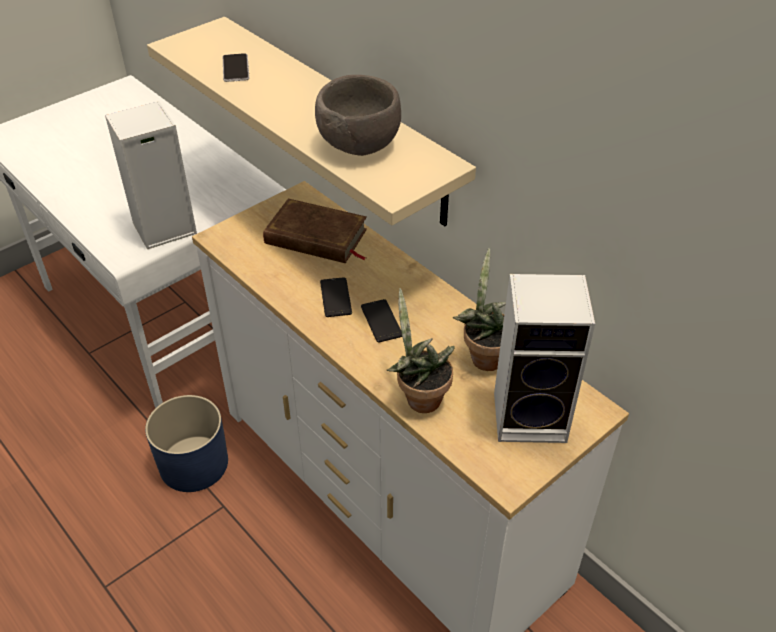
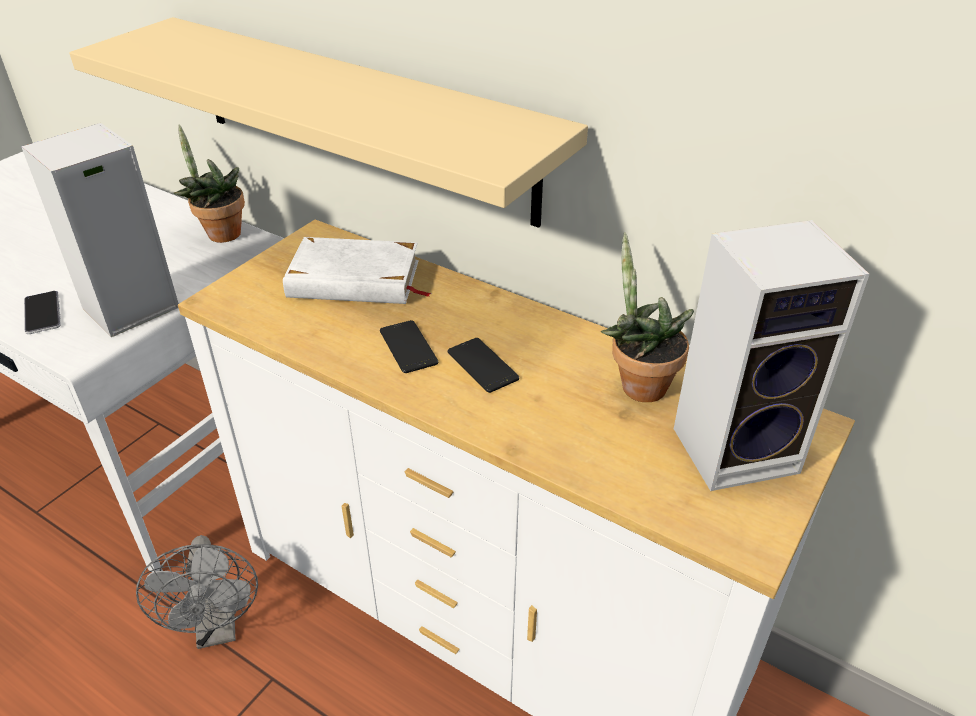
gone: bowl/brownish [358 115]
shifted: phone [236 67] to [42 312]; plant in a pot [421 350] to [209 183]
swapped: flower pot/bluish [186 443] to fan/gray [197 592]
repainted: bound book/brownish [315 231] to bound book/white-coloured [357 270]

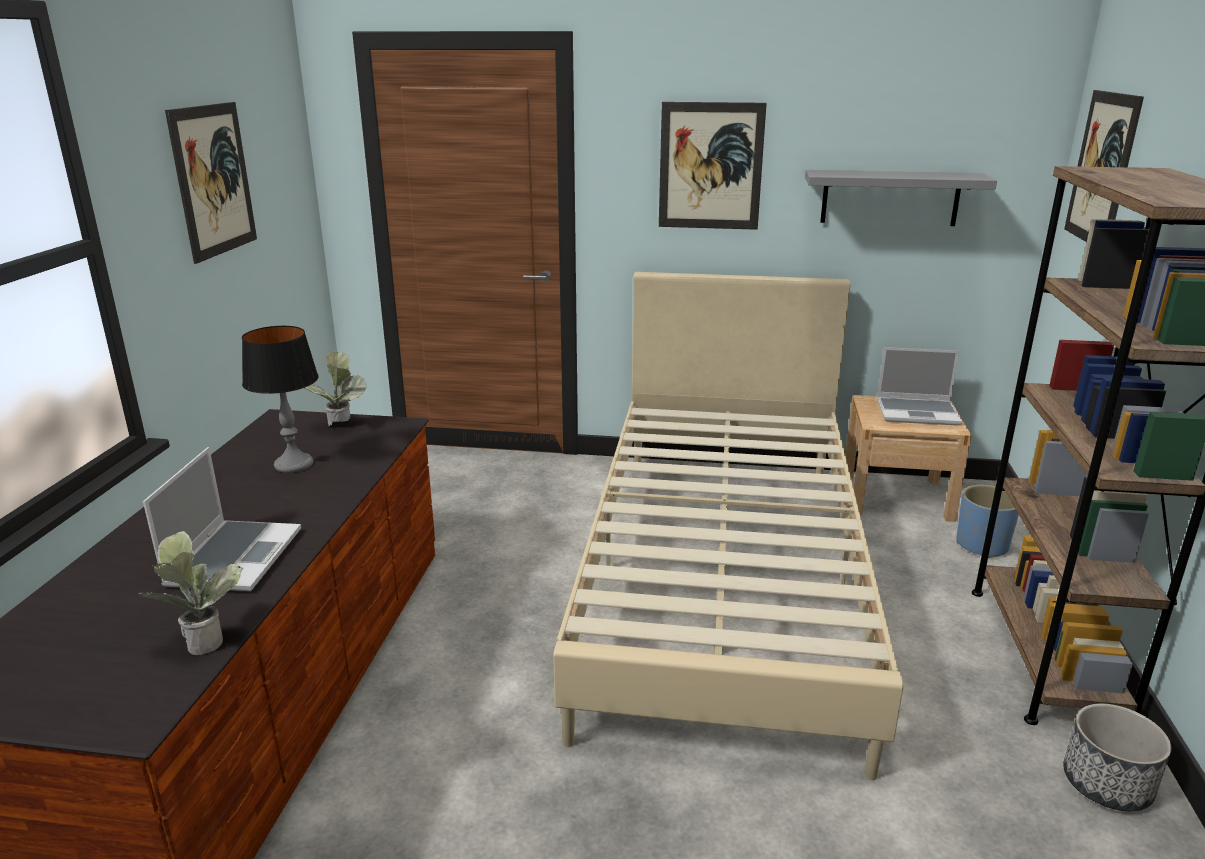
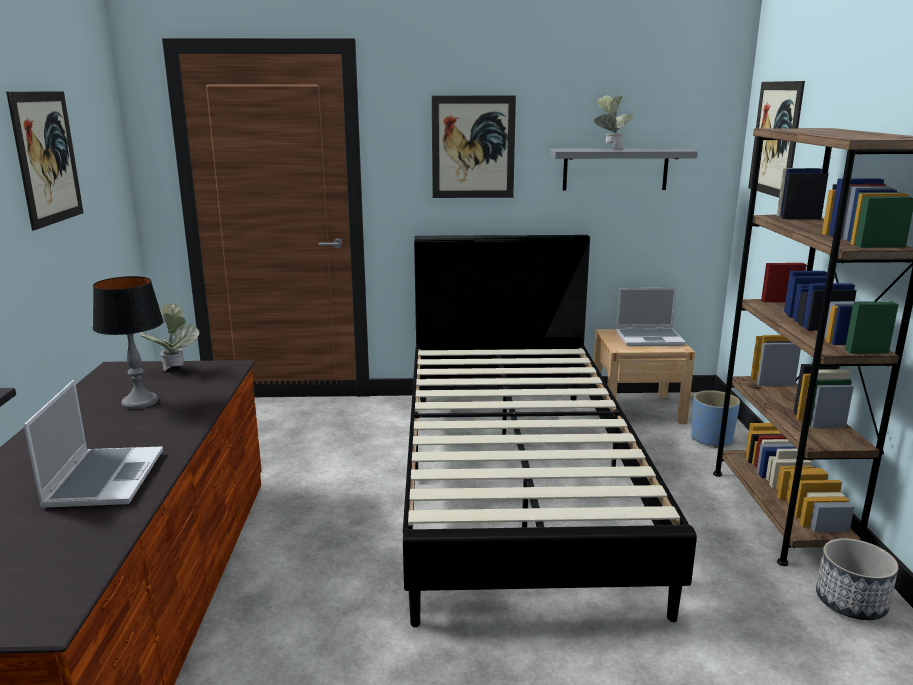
shifted: plant in a pot [191 593] to [614 122]
repainted: sleeping bed/beige-coloured [728 526] to sleeping bed/black-coloured [550 431]

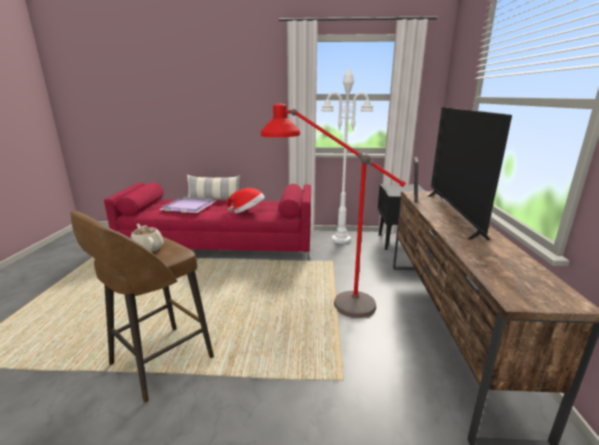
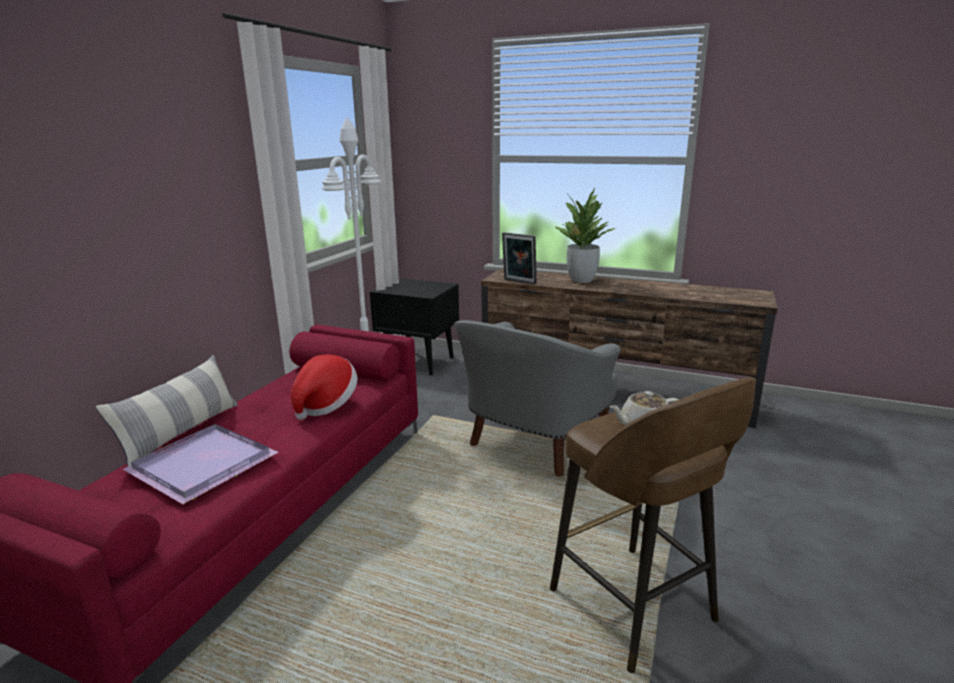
swapped: standing lamp/red-coloured [333 211] to lounge chair/gray [537 398]; TV [469 173] to plant in a pot [586 235]

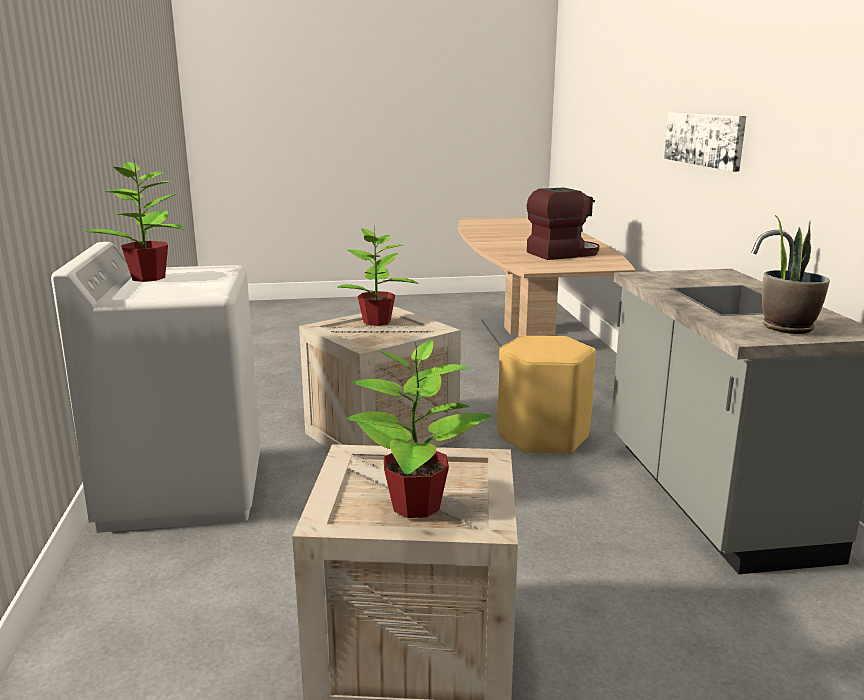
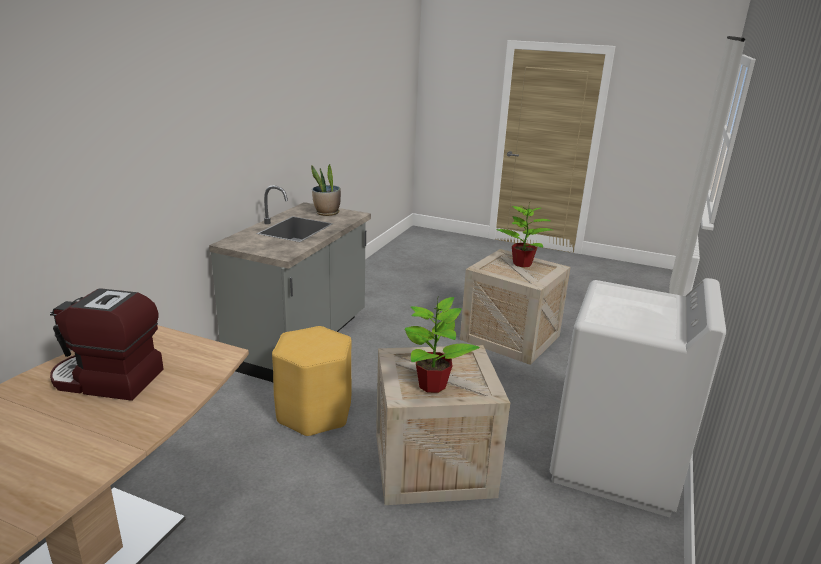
gone: plant in a pot [133 219]; wall art [705 142]

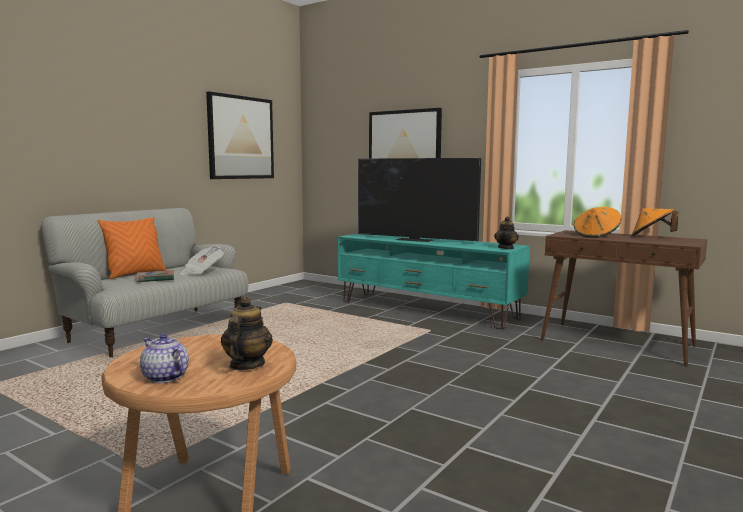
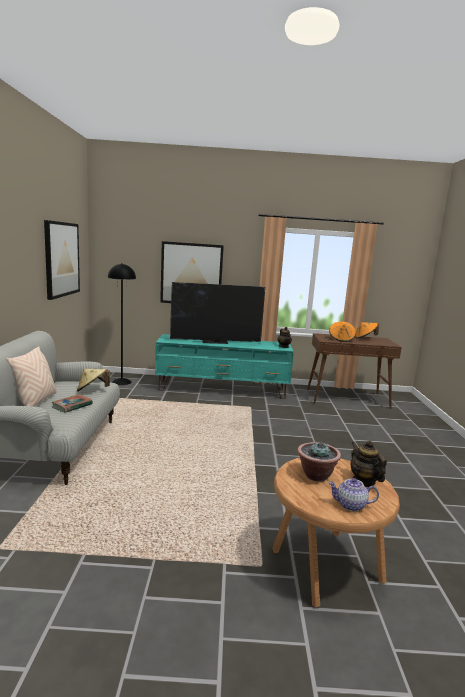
new: standing lamp/black-coloured [122 324]; plant in a pot [319 461]
swapped: printed paper [202 260] to hat/beige-coloured [93 380]
repainted: throw pillow/orange [132 248] to throw pillow/beige-coloured [31 376]

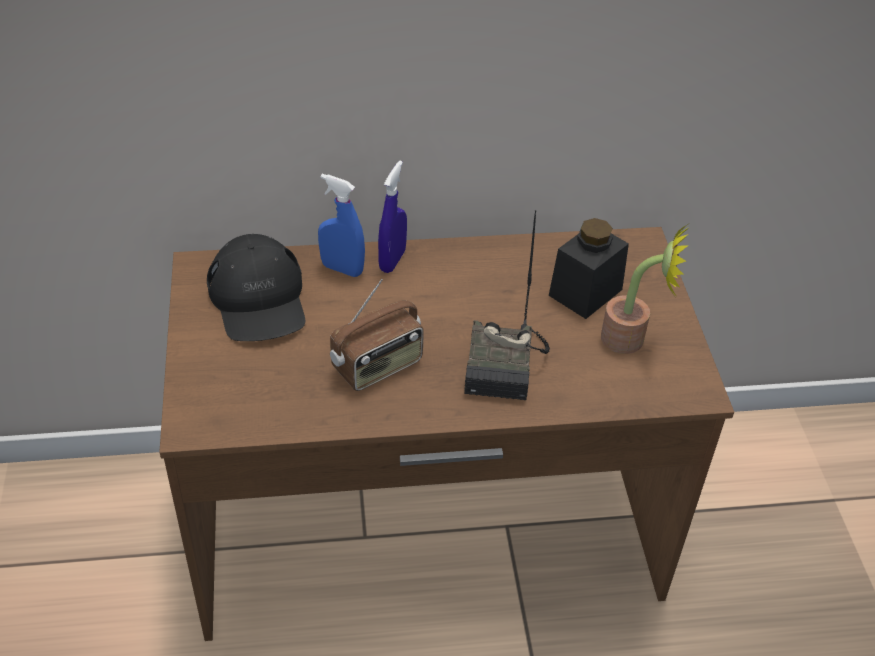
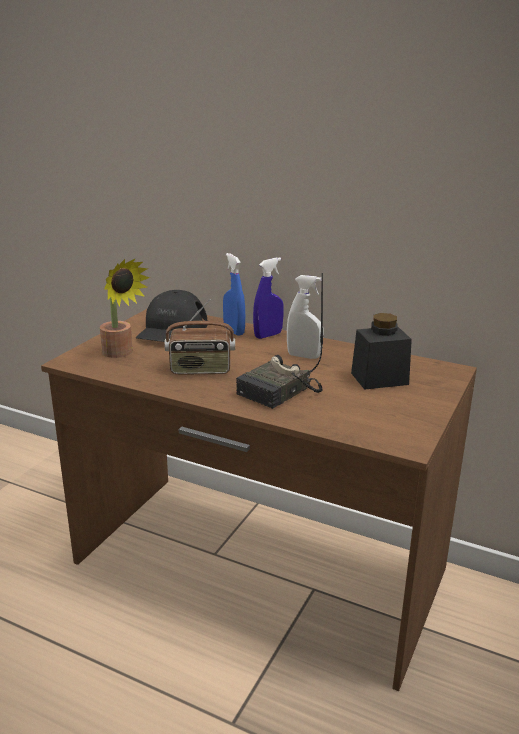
new: sprayer/white-coloured [305 317]
shifted: plant in a pot [645 289] to [125 308]

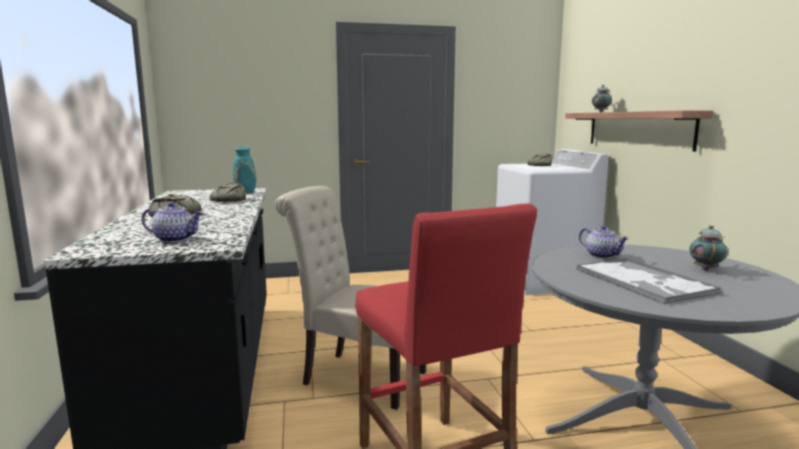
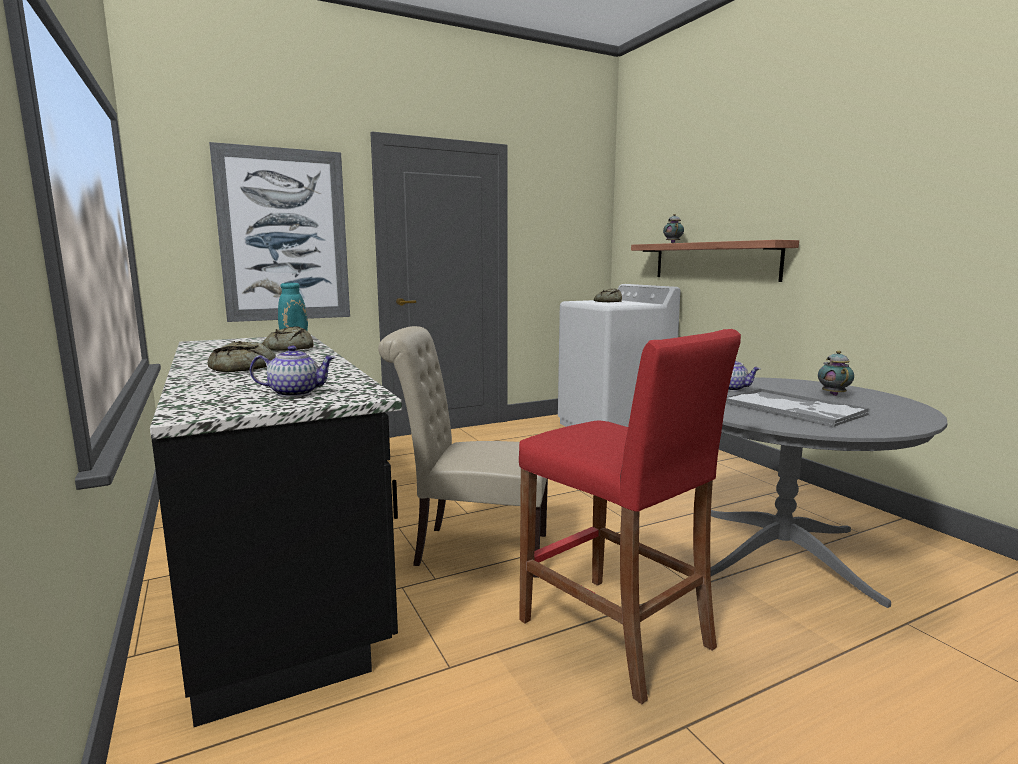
new: wall art [279 232]

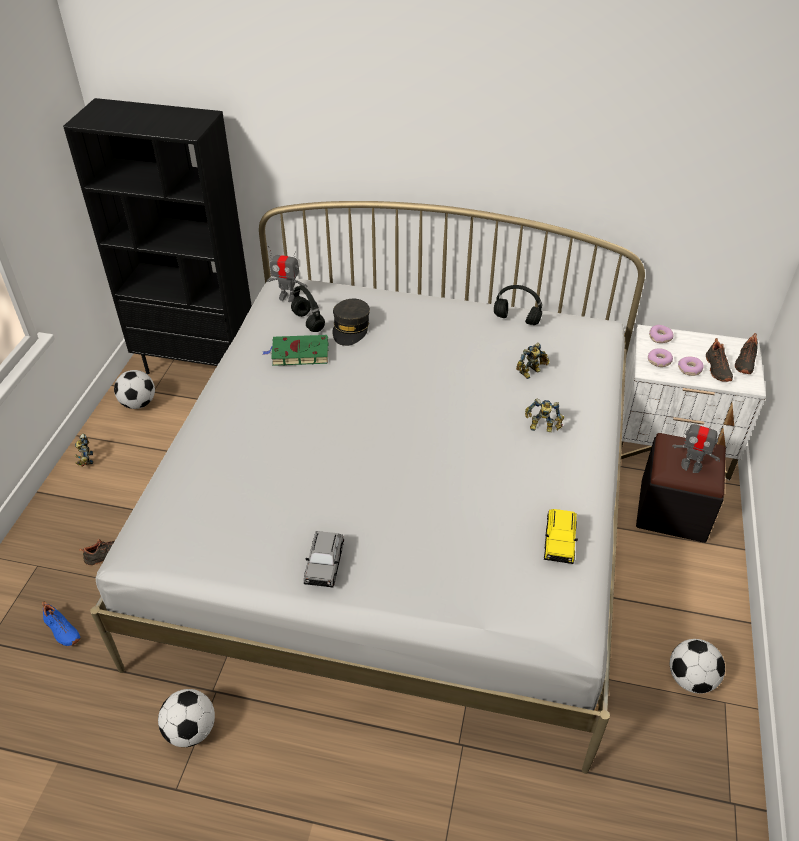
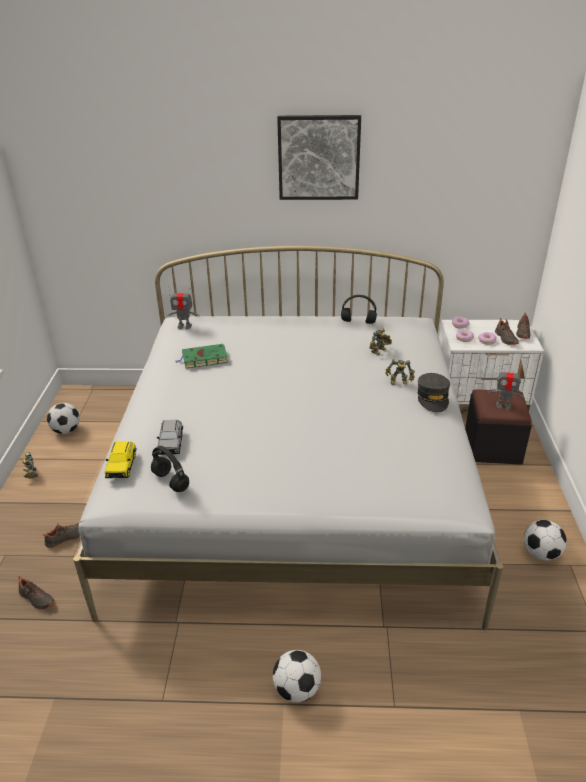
gone: bookcase/black-coloured [157 236]
new: wall art [319 157]
shifted: football ball [186 718] to [297 676]; pair of headphones/black-coloured [308 308] to [170 469]; miniature car/gray [324 559] to [170 437]; baseball cap/gray [351 322] to [433 393]; miniature car/yellow [561 536] to [121 459]
repainted: item of footwear/bluish [61 623] to item of footwear/black-coloured [36 593]

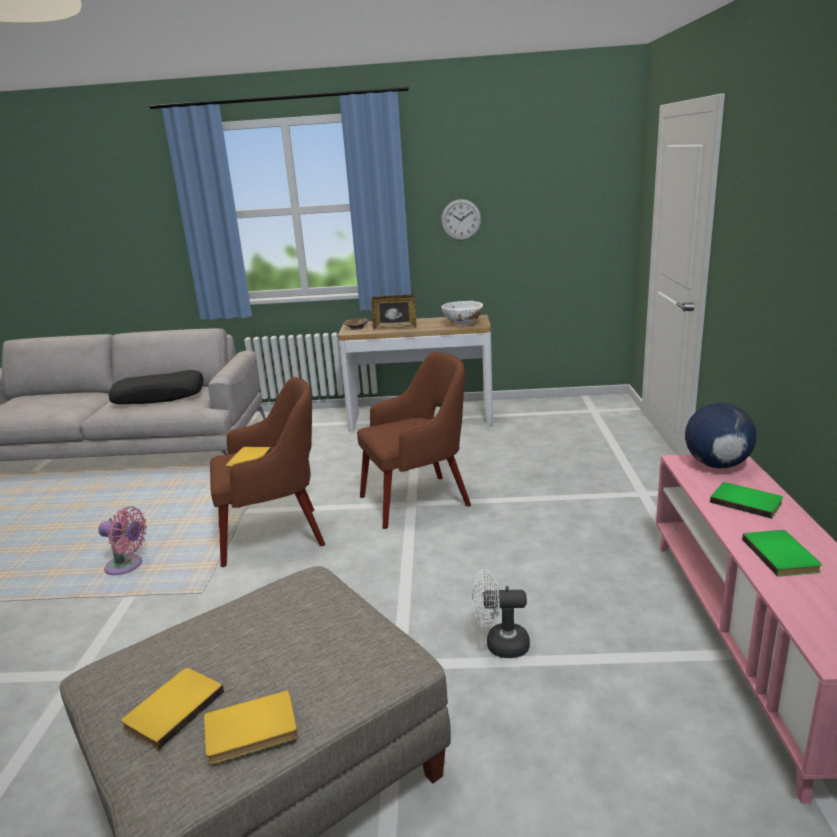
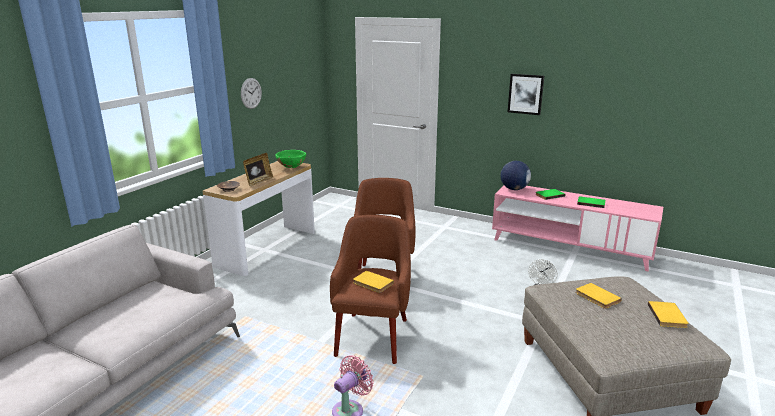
gone: throw pillow/black-coloured [156 387]
new: wall art [526 94]
shifted: bound book/yellow [172 709] to [598 296]
repainted: bowl/white-coloured [462 313] to bowl/green-coloured [290 159]

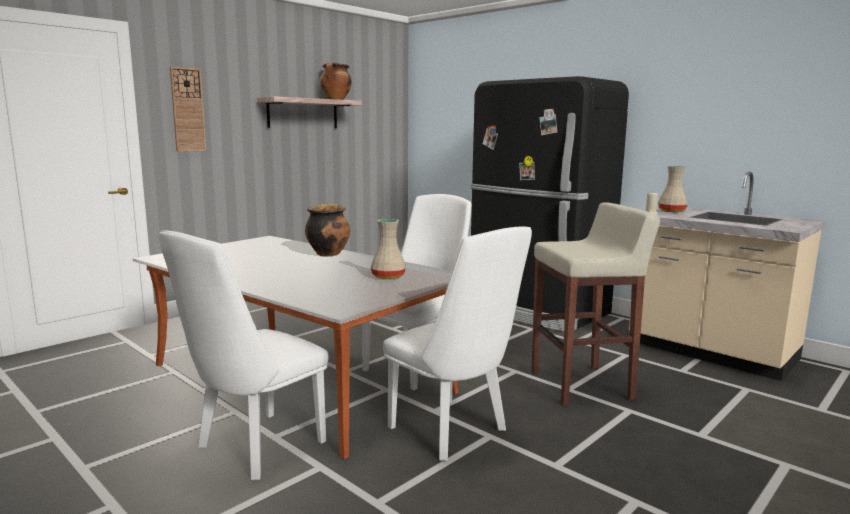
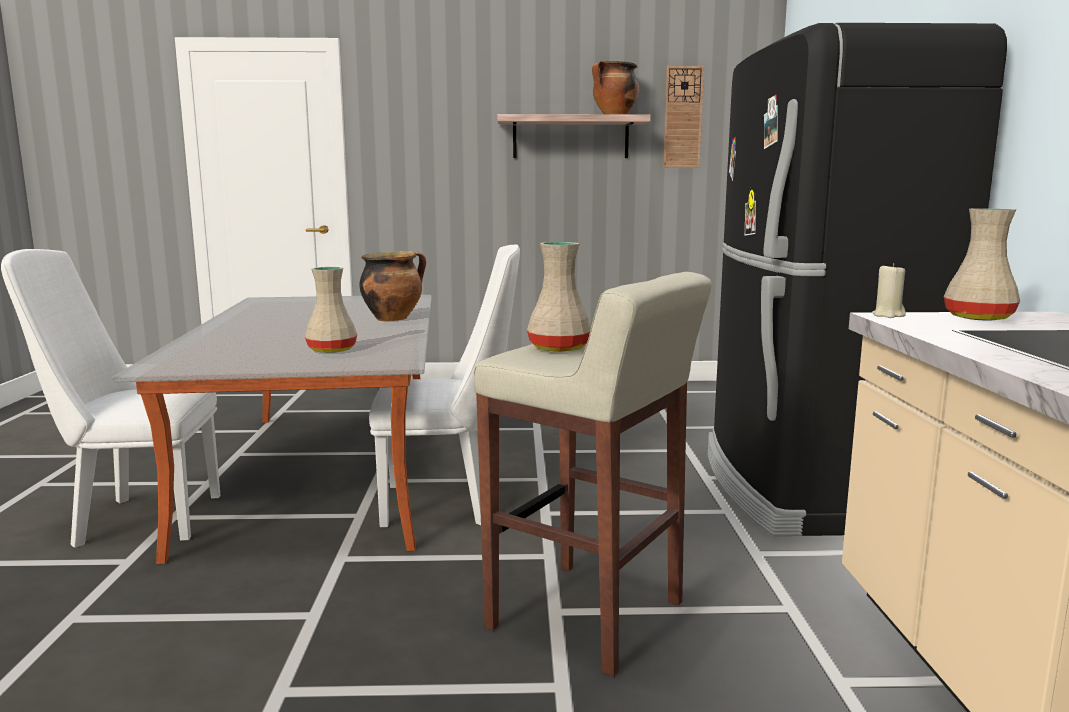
gone: chair/white-coloured [457 344]
new: vase/beige-coloured [559 297]
shifted: hanging clock [188 109] to [683 117]

